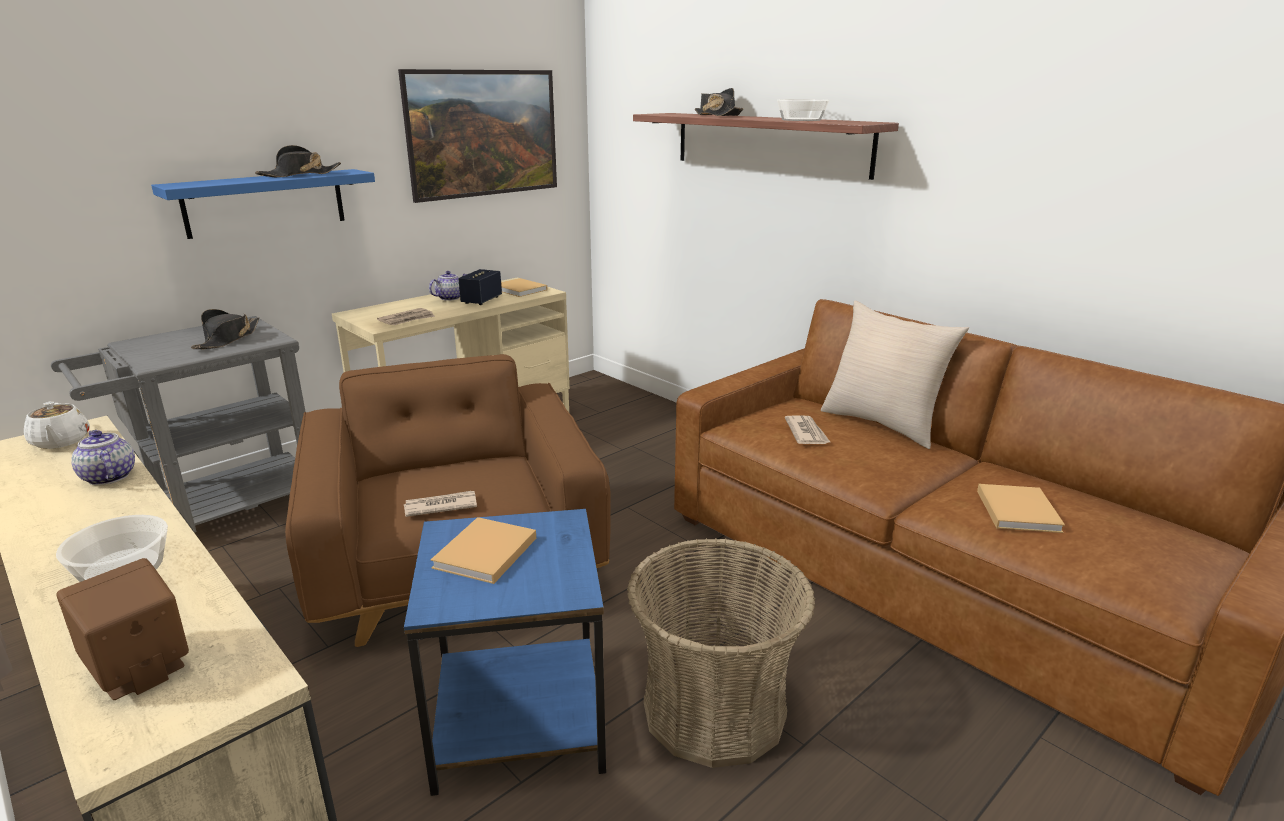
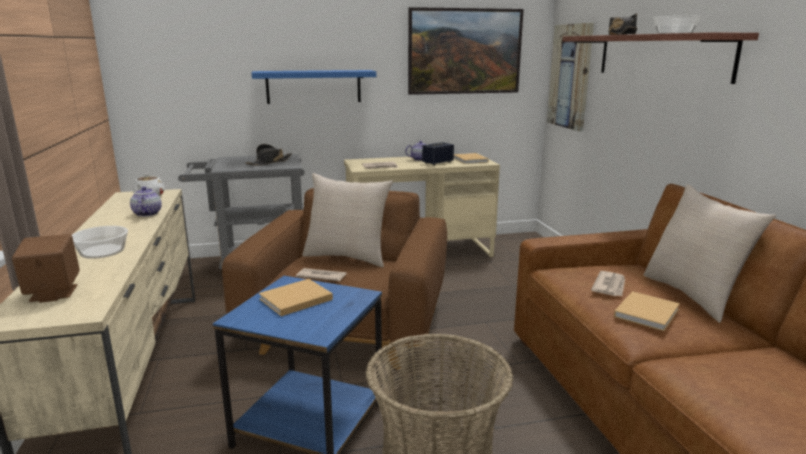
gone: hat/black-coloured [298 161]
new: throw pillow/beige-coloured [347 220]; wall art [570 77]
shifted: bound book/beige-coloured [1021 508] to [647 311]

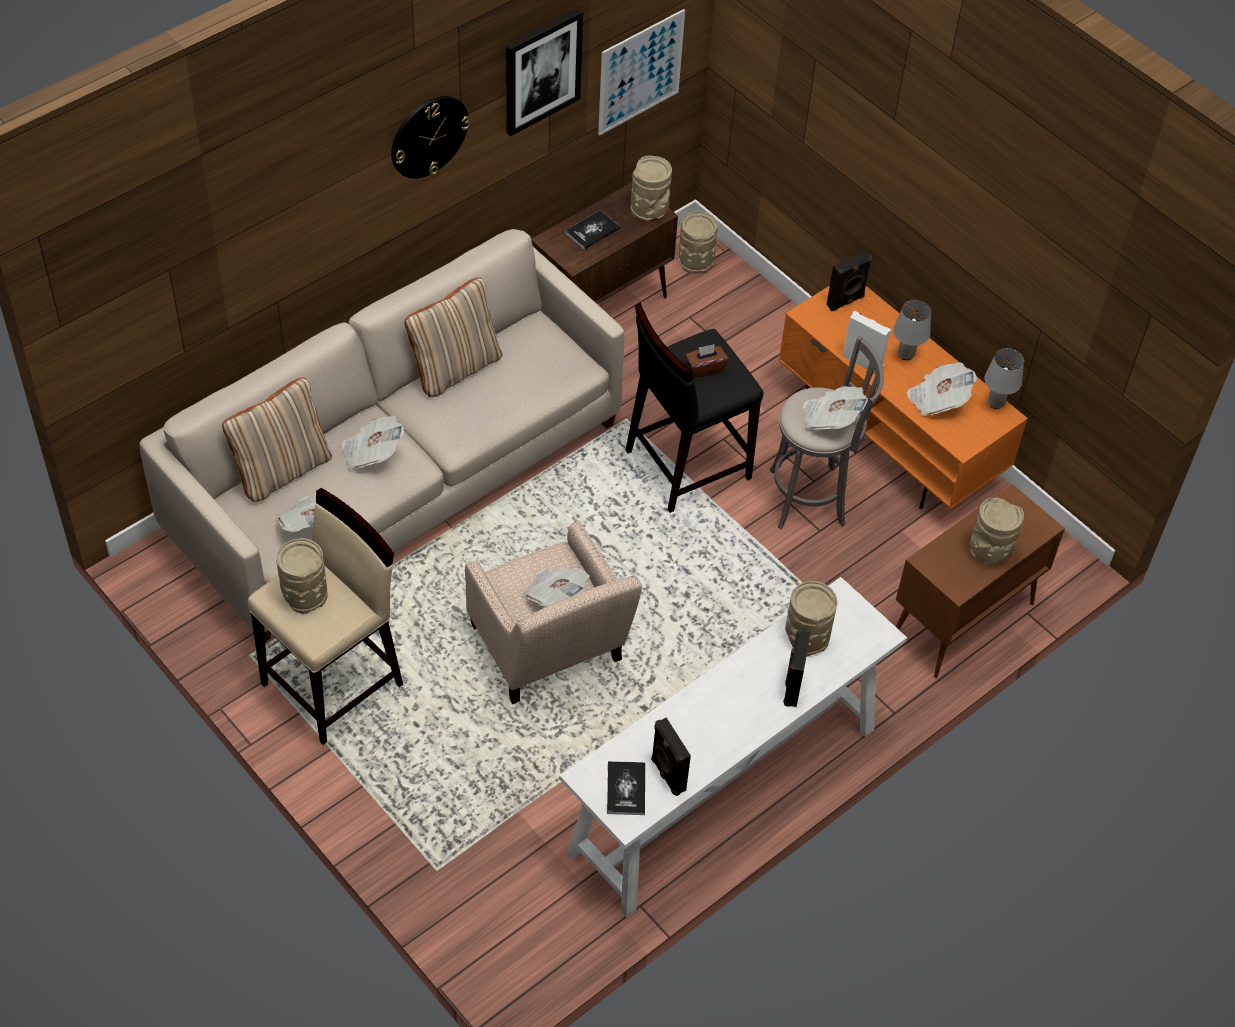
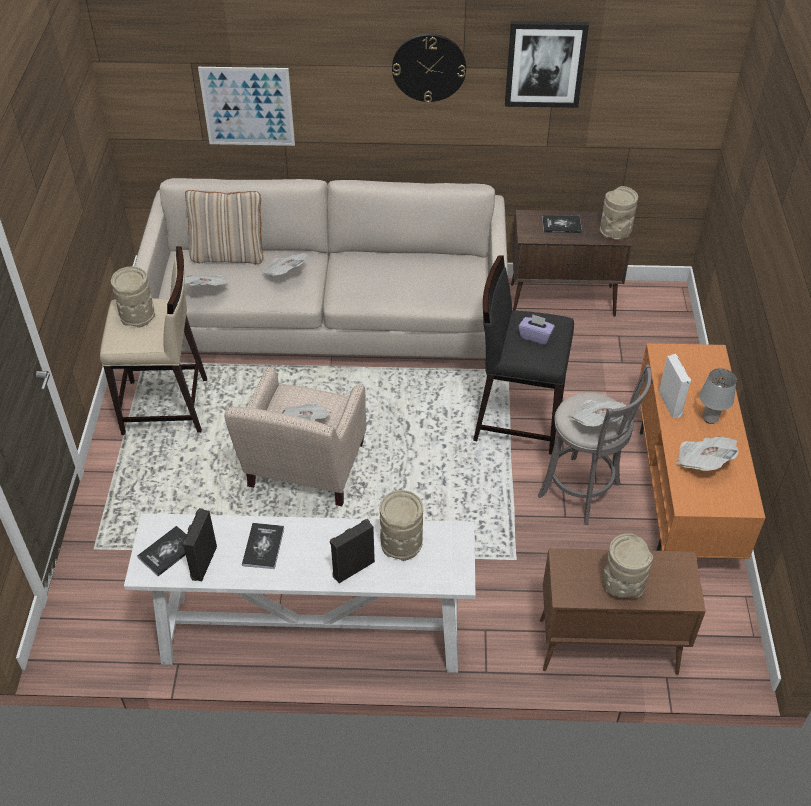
gone: throw pillow/beige-coloured [454 337]; vase/beige-coloured [698 242]; audio speaker/black-coloured [849 281]; lamp for a table/gray [1004 378]
new: bound book [263 546]
shifted: wall art [641 72] to [246 106]
repainted: tissue holder/brownish [707 361] to tissue holder/purple-coloured [537 329]

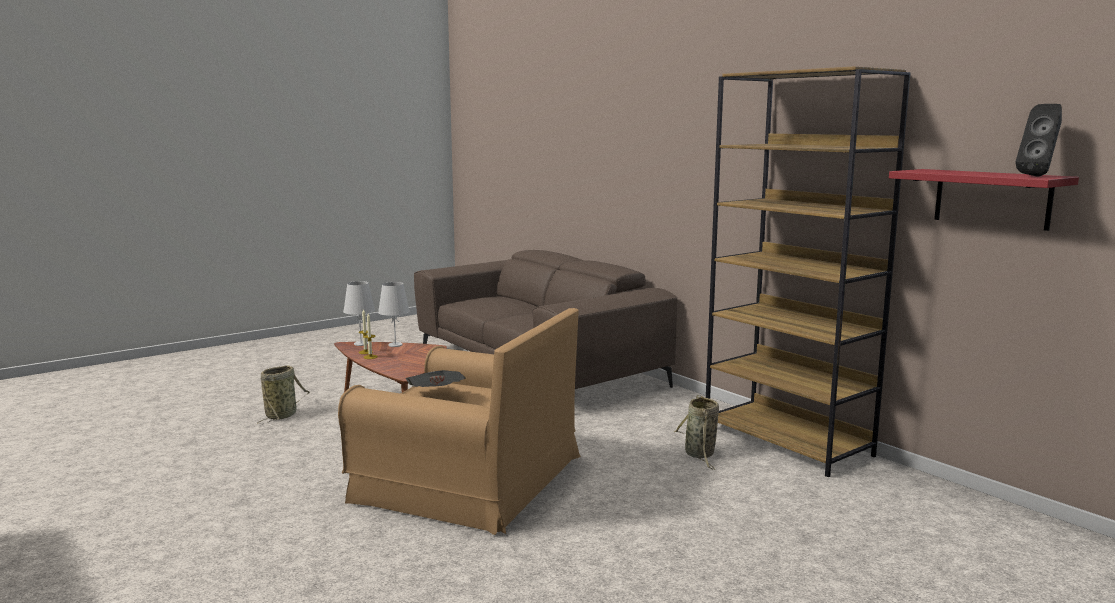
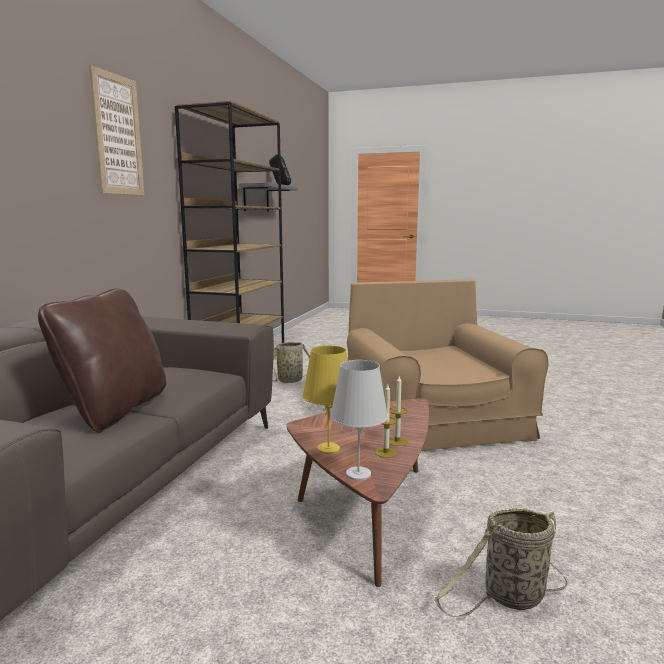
gone: printed paper [435 378]
new: throw pillow/brownish [102 360]; wall art [117 130]
repainted: lamp for a table/white-coloured [394 314] to lamp for a table/yellow [325 400]; bracket shelf/red-coloured [984 200] to bracket shelf/gray [268 197]

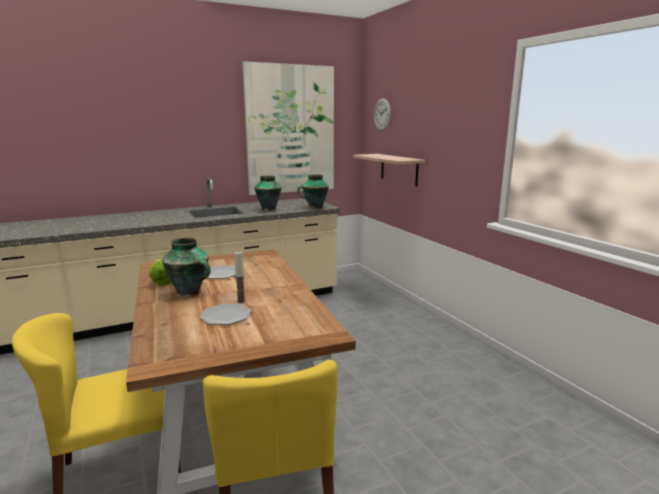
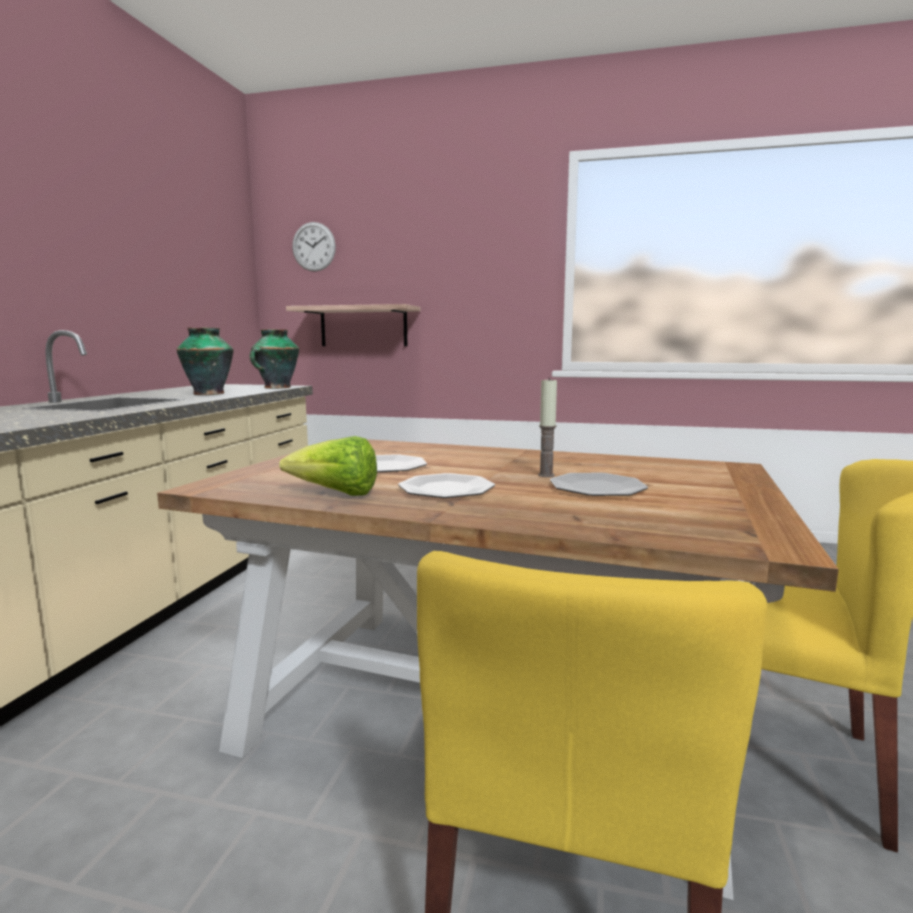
gone: wall art [288 128]
swapped: vase [186 267] to dinner plate [446 485]

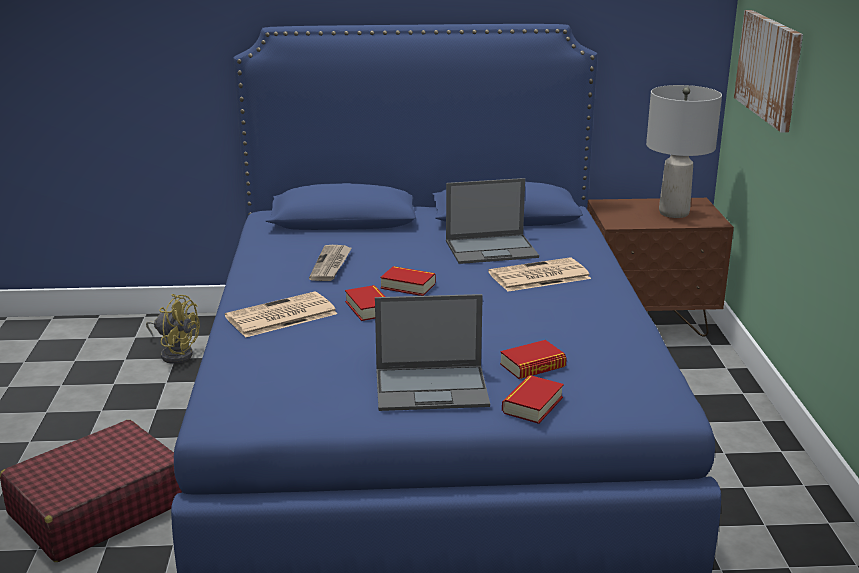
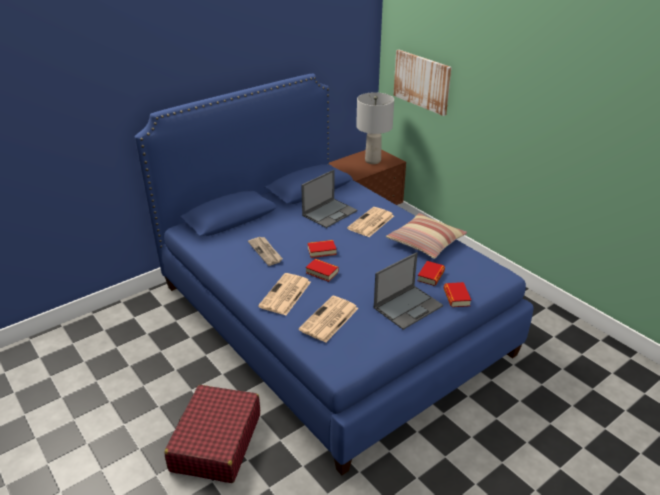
gone: fan/yellow [173 329]
new: printed paper [328 319]; throw pillow [426 236]

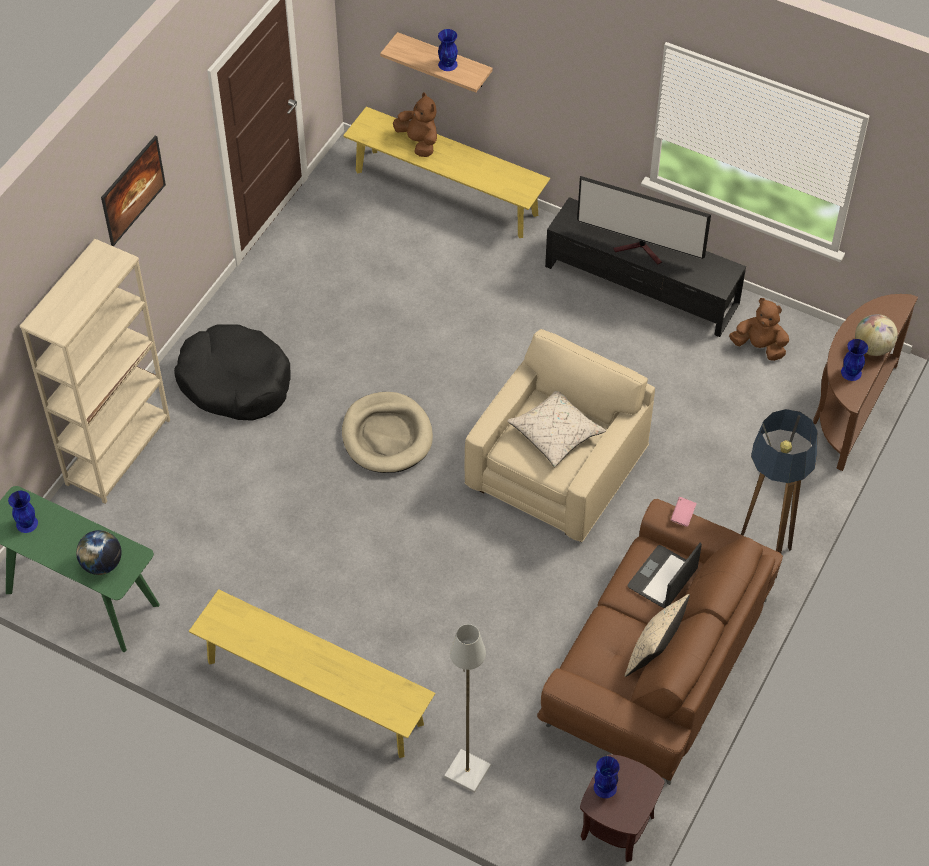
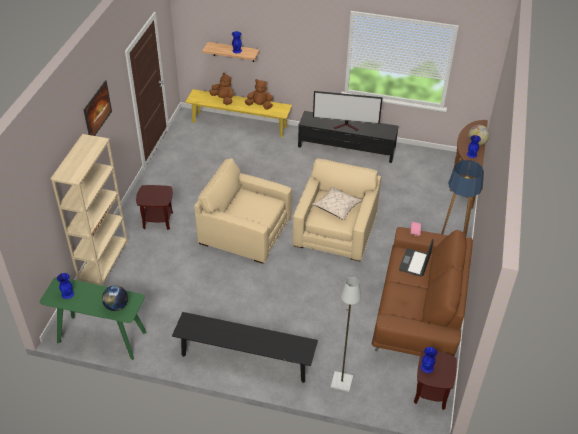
gone: throw pillow/beige-coloured [657 635]
shifted: soft toy/brownish [759 329] to [258 94]
swapped: dog bed/black-coloured [232 372] to end table/brownish [154 207]; dog bed/beige-coloured [387 432] to lounge chair/beige-coloured [243 211]
repainted: bench/yellow [312 673] to bench/black-coloured [245 347]

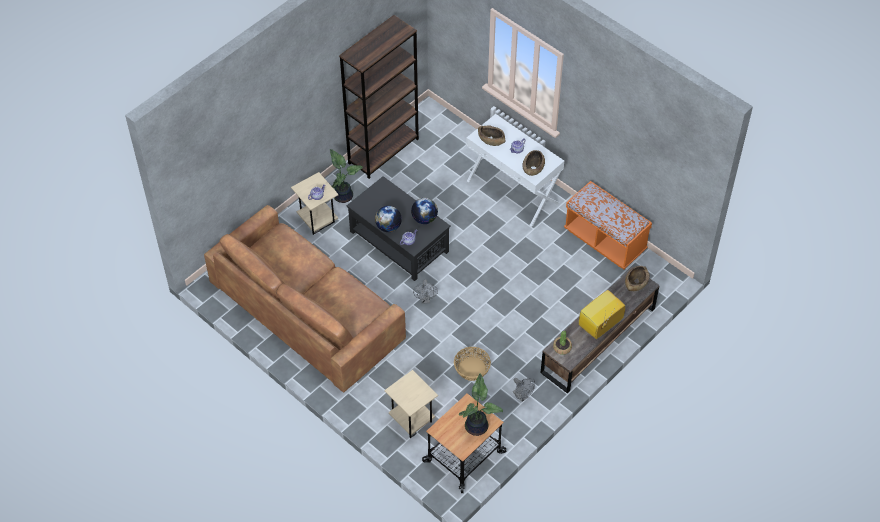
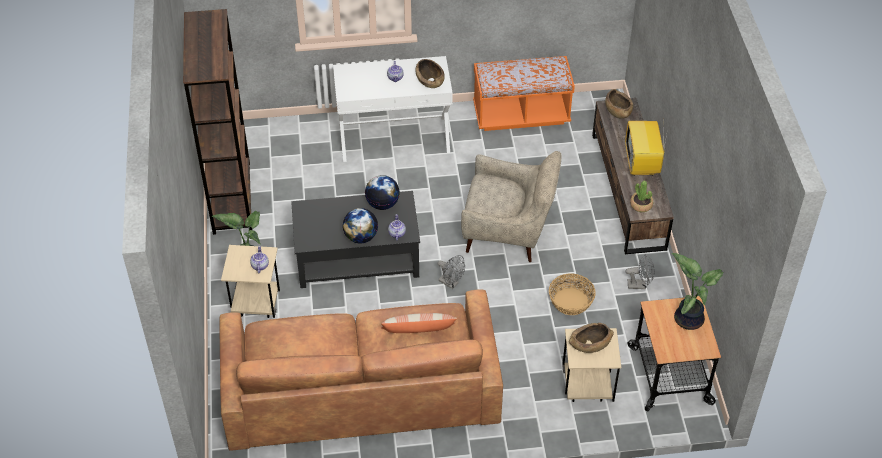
new: throw pillow [419 323]; lounge chair/beige-coloured [511 206]
shifted: bowl/brownish [491 135] to [591 338]

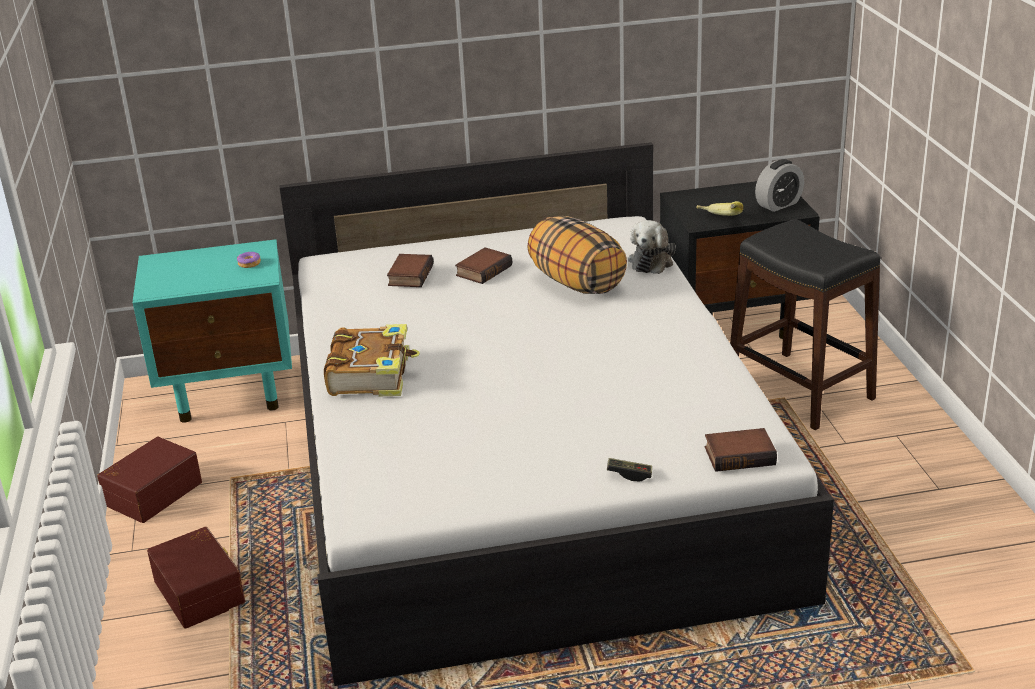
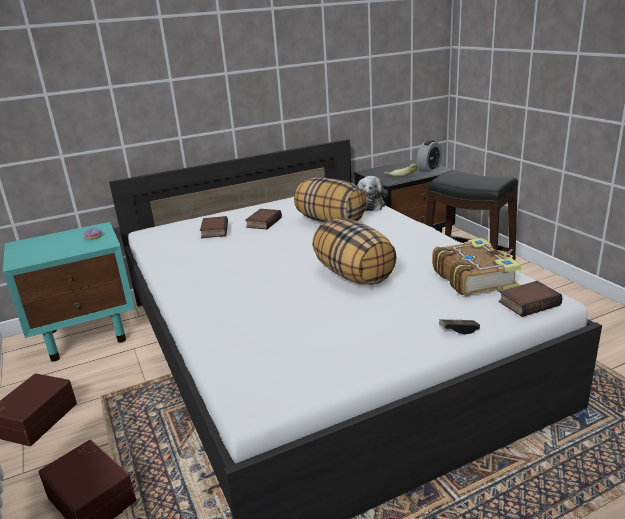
new: throw pillow [354 251]
shifted: bound book [372 360] to [476 267]

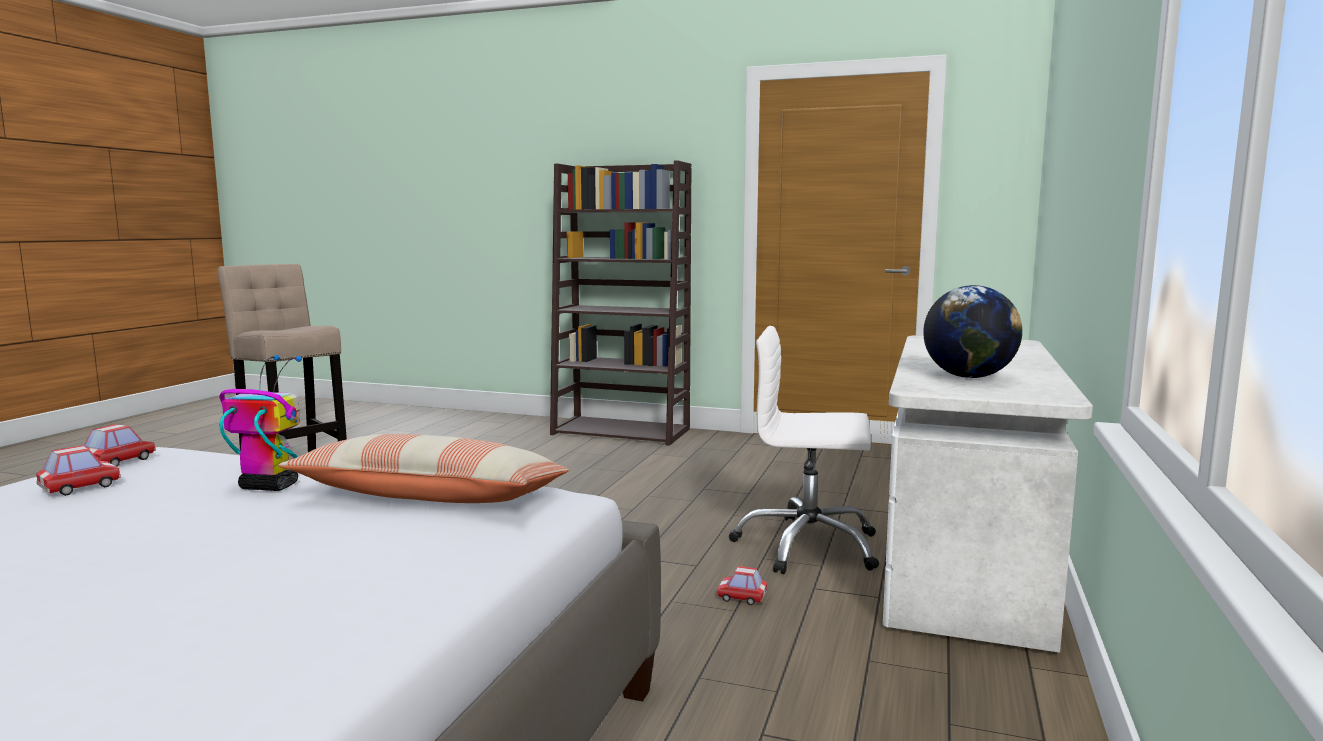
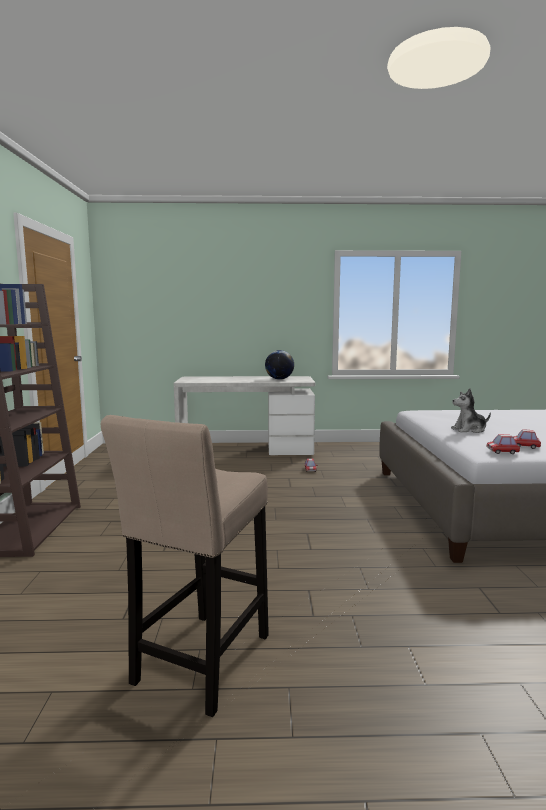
gone: throw pillow [423 468]; computer chair/white-coloured [804 450]
swapped: toy robot [260 423] to soft toy [471 410]

